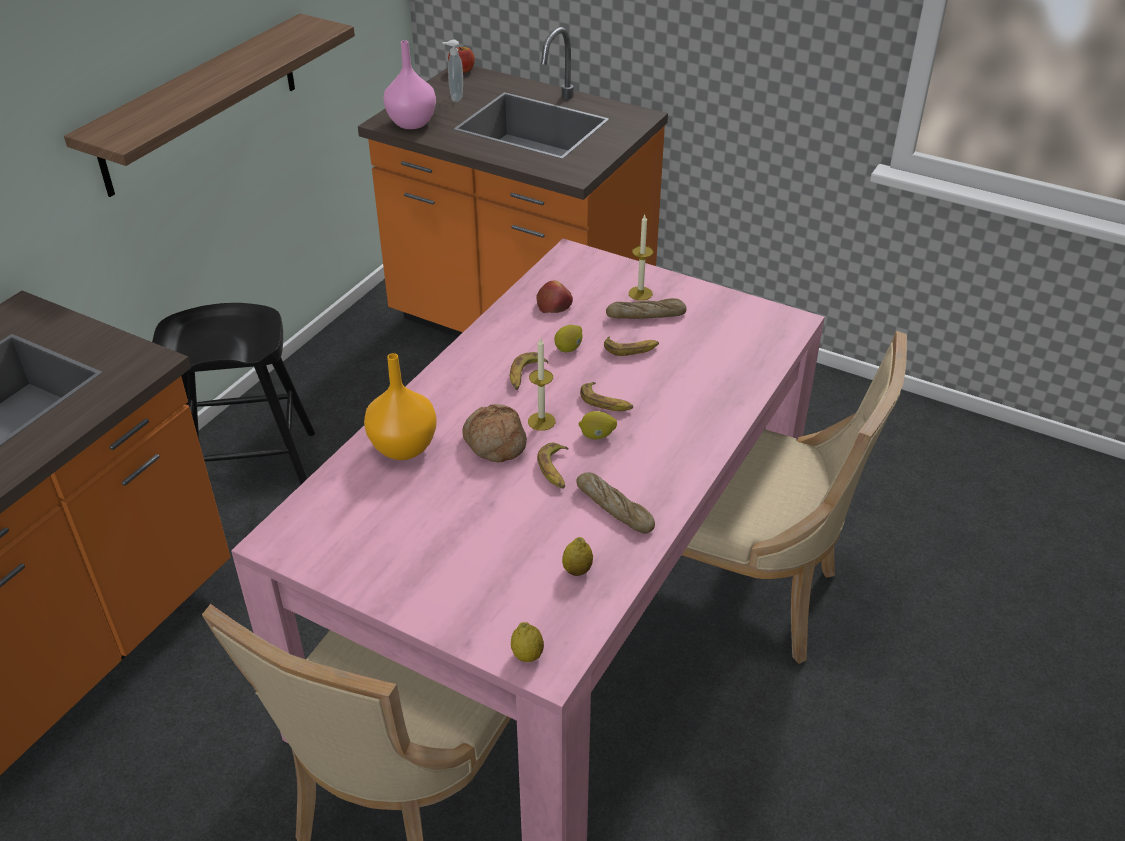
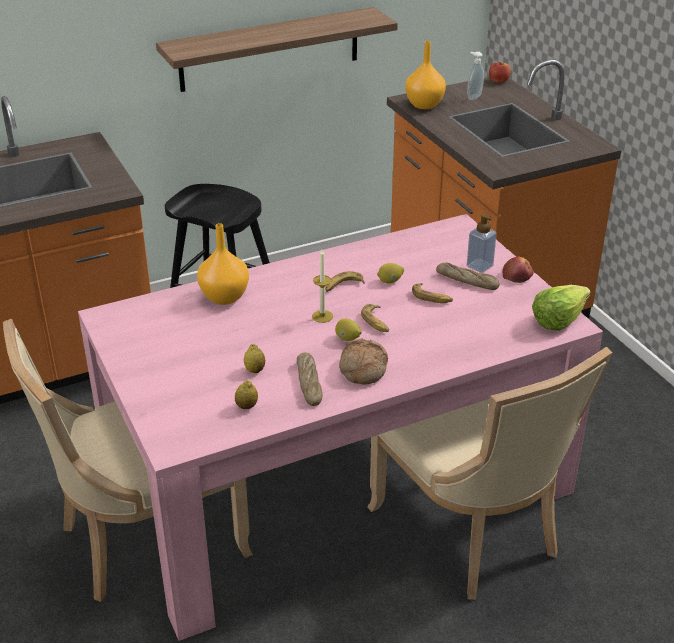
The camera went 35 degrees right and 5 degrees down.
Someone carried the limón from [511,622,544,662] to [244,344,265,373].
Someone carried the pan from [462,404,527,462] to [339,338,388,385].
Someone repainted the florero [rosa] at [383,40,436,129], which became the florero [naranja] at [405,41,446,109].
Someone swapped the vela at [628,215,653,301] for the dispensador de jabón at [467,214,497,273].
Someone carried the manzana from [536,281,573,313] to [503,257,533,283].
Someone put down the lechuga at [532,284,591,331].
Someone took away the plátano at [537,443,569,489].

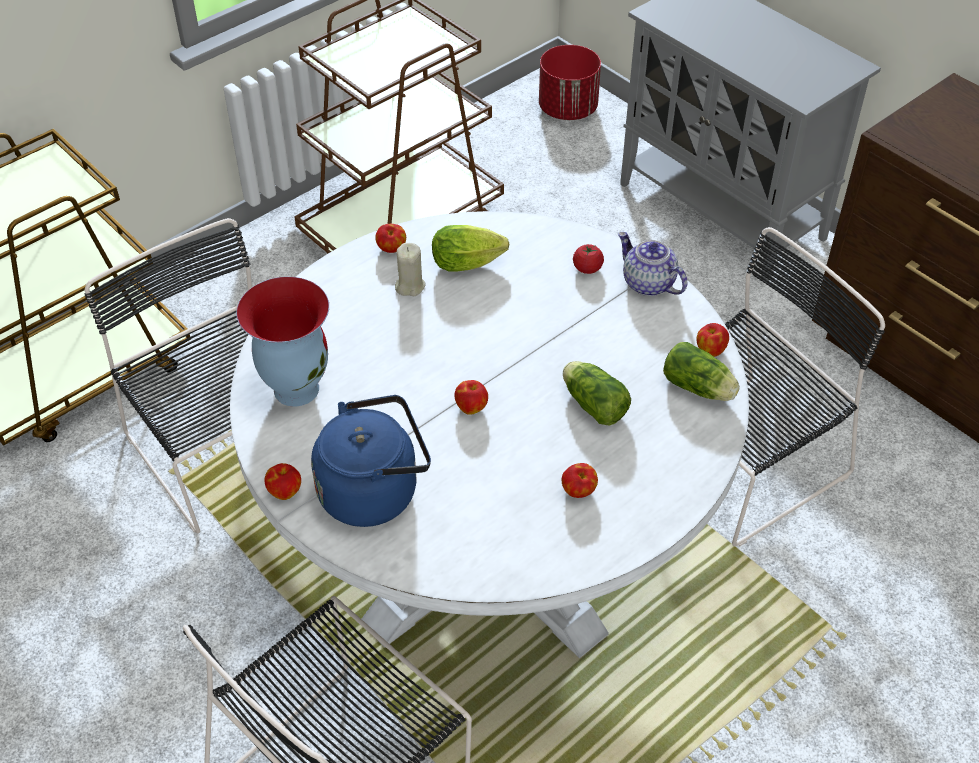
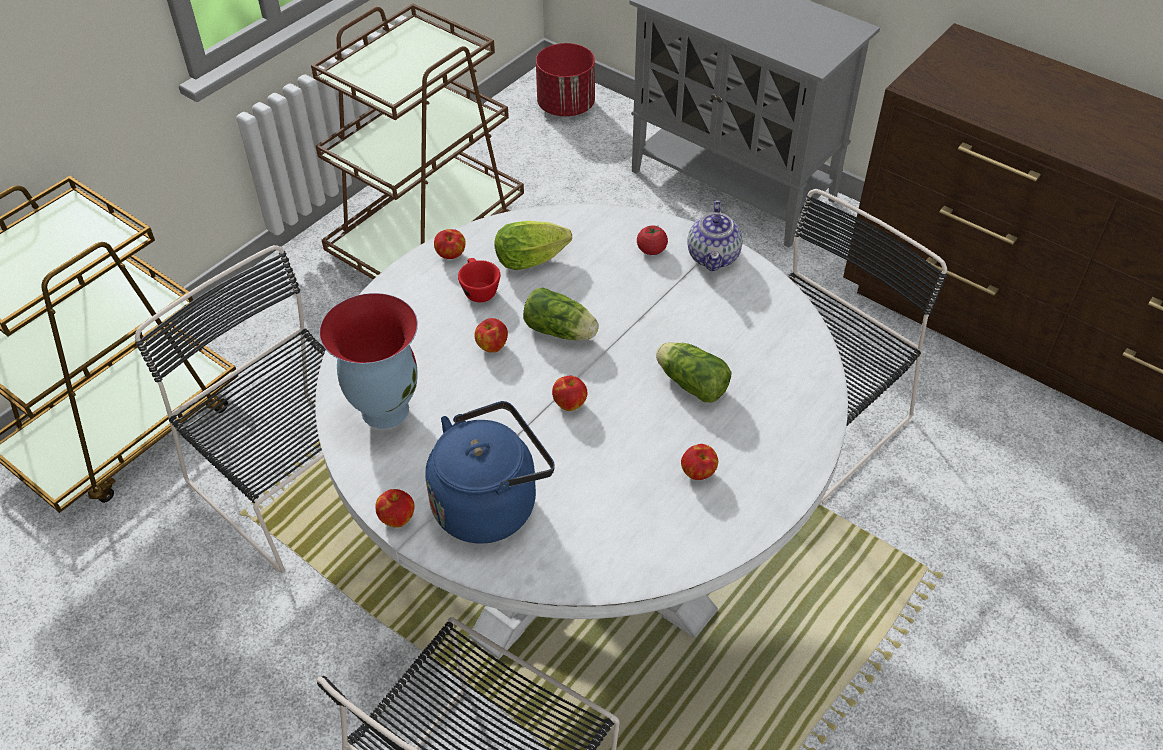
The camera went 10 degrees left and 0 degrees up.
Someone swapped the vela [beis] at [395,243,426,296] for the taza [rojo] at [458,258,500,302].
Someone carried the manzana from [697,323,729,357] to [475,318,508,353].
Someone carried the lechuga from [663,342,740,401] to [523,288,599,340].
Someone rotated the tetera at [618,232,687,296] by 120 degrees counterclockwise.

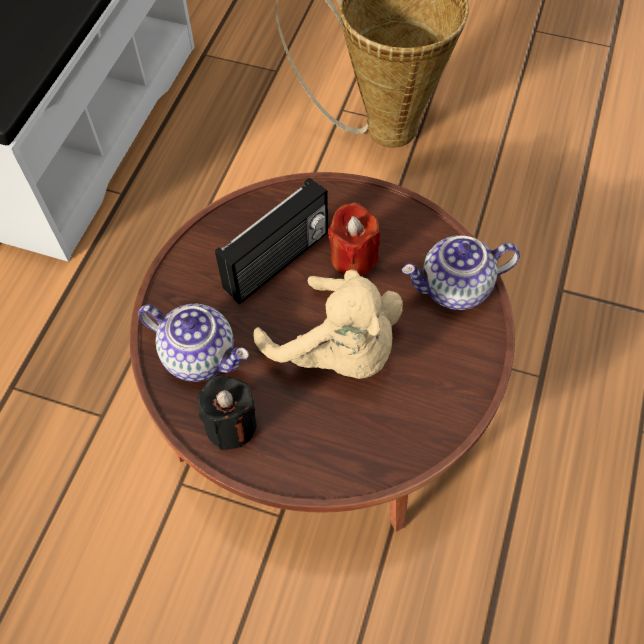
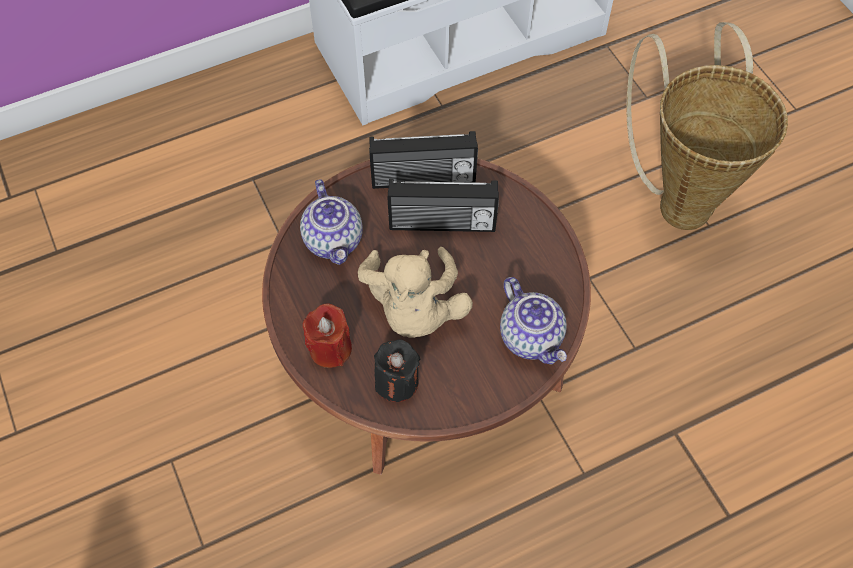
The camera went 45 degrees right and 0 degrees up.
Someone carried the vela [rojo] from [328,202,380,276] to [303,303,352,368].
Someone put down the radio at [369,131,478,189].
Someone carried the vela [negro] from [197,375,256,450] to [374,339,421,402].
Someone rotated the tetera at [402,235,520,310] by 150 degrees counterclockwise.

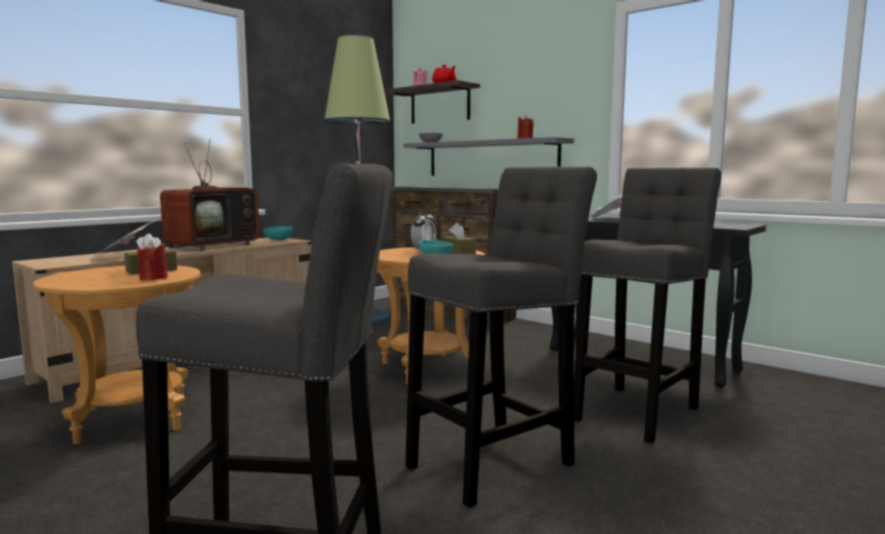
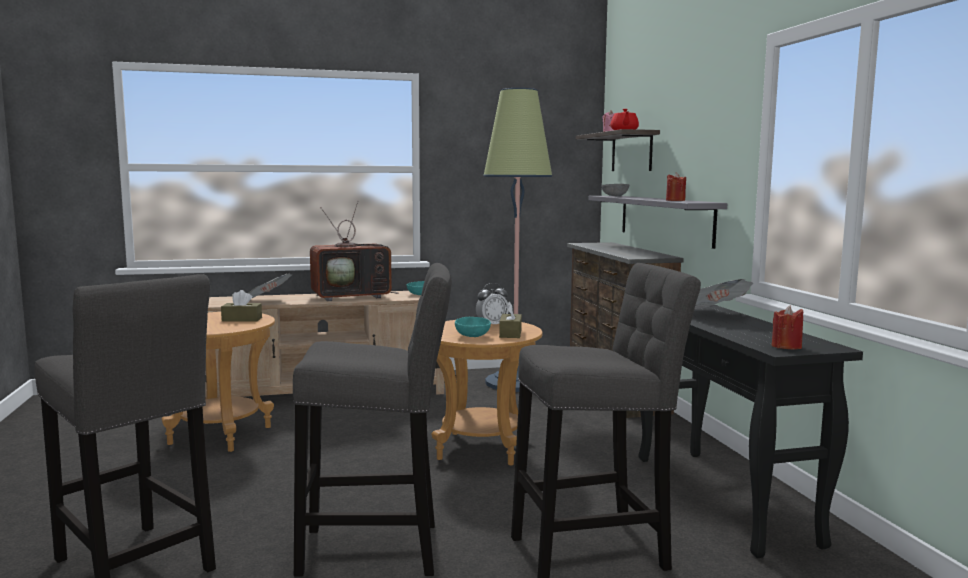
The camera went 35 degrees right and 0 degrees up.
Someone carried the vela [rojo] from [138,241,168,280] to [772,306,803,349].

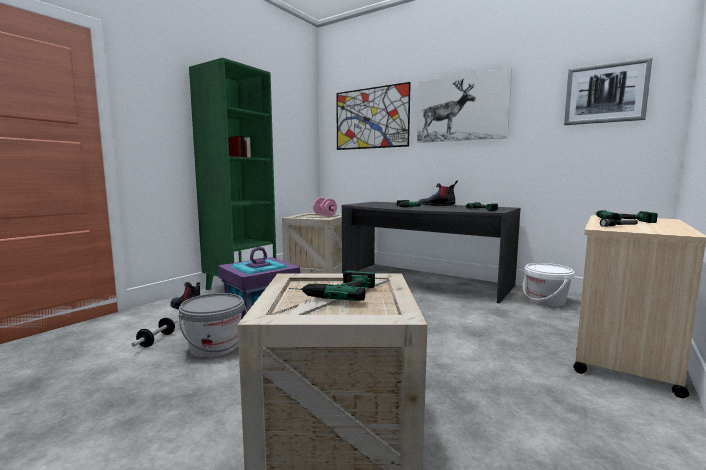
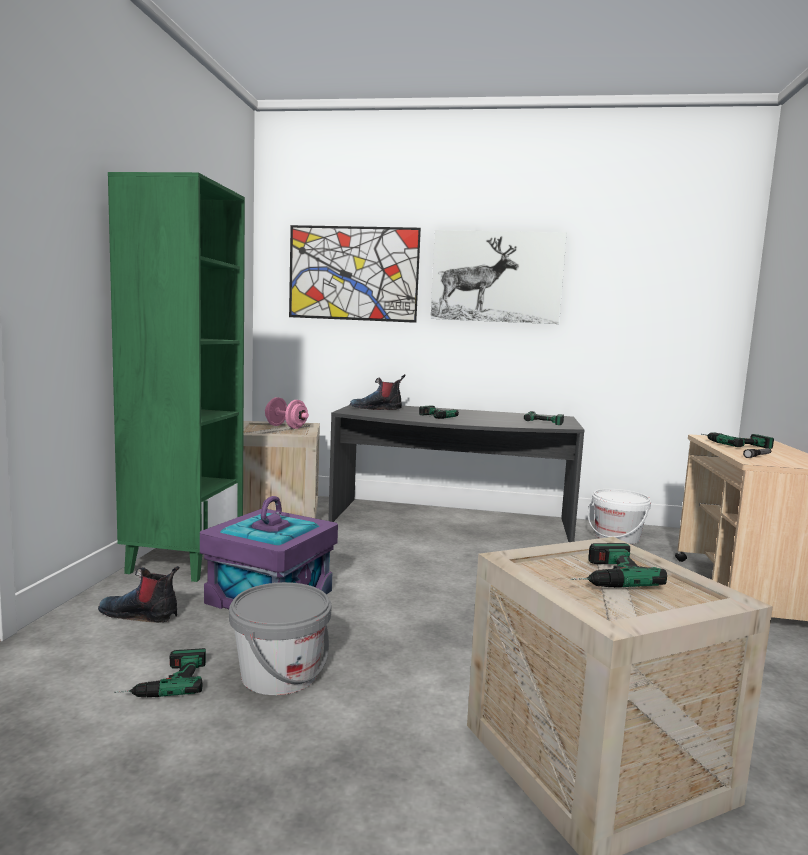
The camera went 25 degrees left and 0 degrees up.
Someone swapped the mancuerna at [131,318,178,347] for the taladro at [114,648,206,697].
Someone carried the bota from [419,180,458,206] to [350,374,406,410].
Someone took away the cuadro at [564,57,653,125].

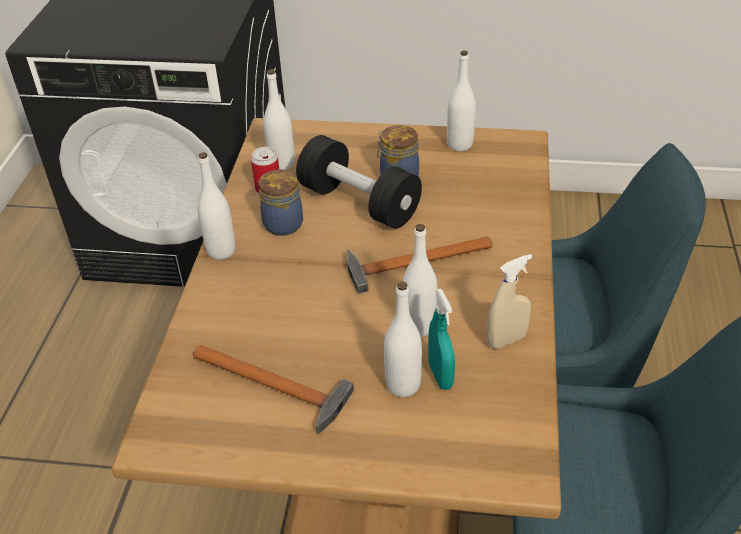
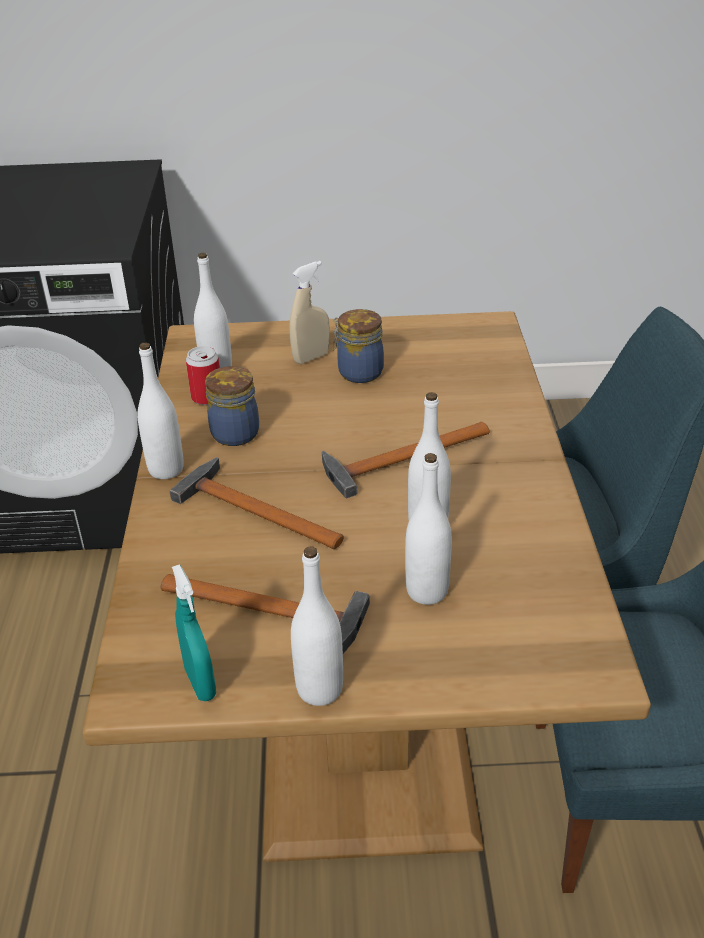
The camera went 10 degrees left and 5 degrees down.
Someone put down the martillo at [170,457,344,549].
Someone carried the pulverizador [turquesa] from [428,289,455,390] to [172,564,216,701].
Someone carried the pulverizador [beis] from [487,254,532,349] to [290,261,330,364].
Someone carried the botella [blanco] from [447,50,476,151] to [291,546,343,706].
Someone took away the mancuerna [negro] at [296,135,422,229].

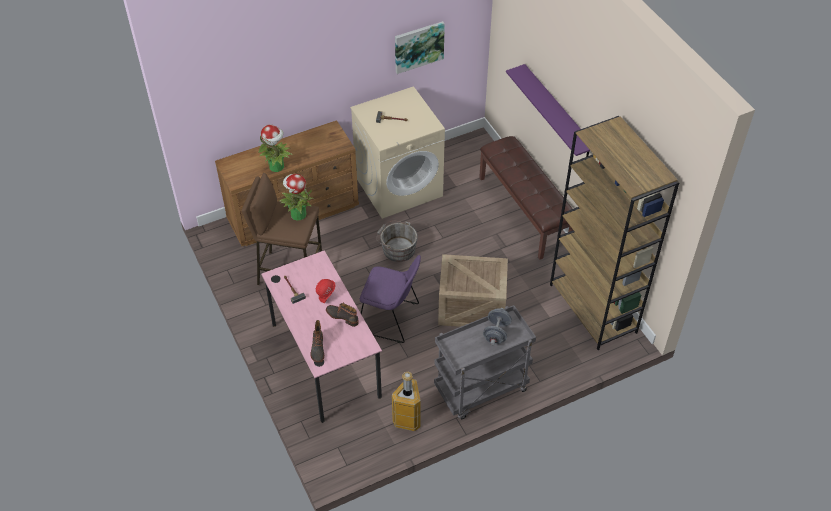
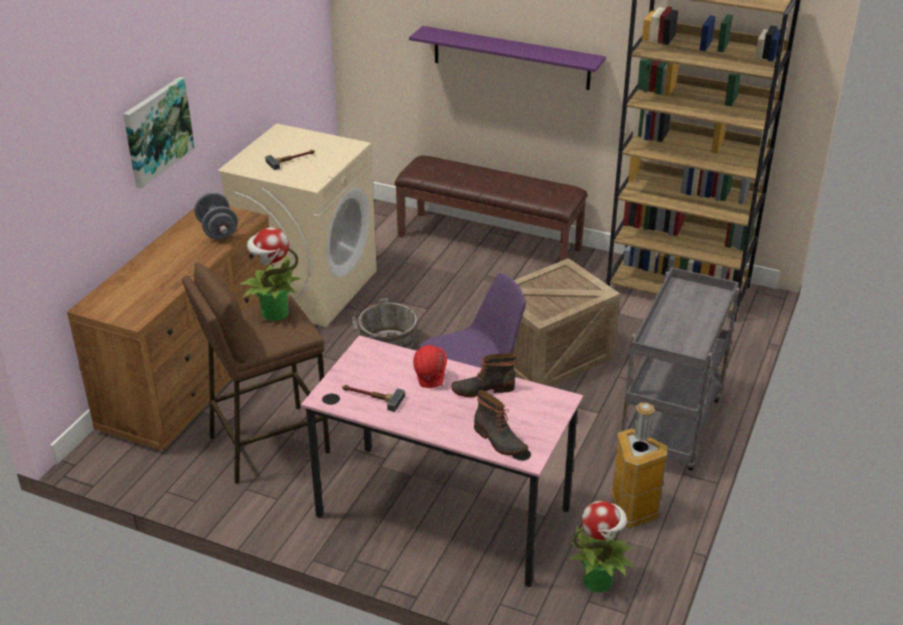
The camera went 40 degrees left and 15 degrees down.
Someone carried the cuadro from [395,21,445,74] to [123,77,195,188].
Someone carried the mancuerna [gris] from [483,308,512,345] to [194,192,238,240].
Someone carried the planta en maceta from [258,124,293,172] to [569,501,634,593].

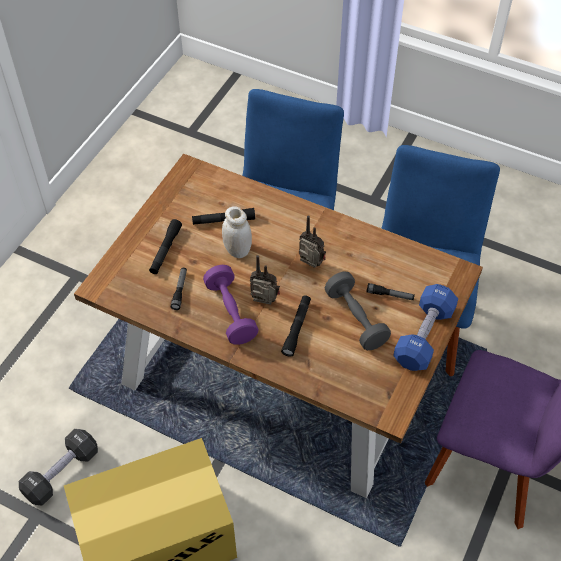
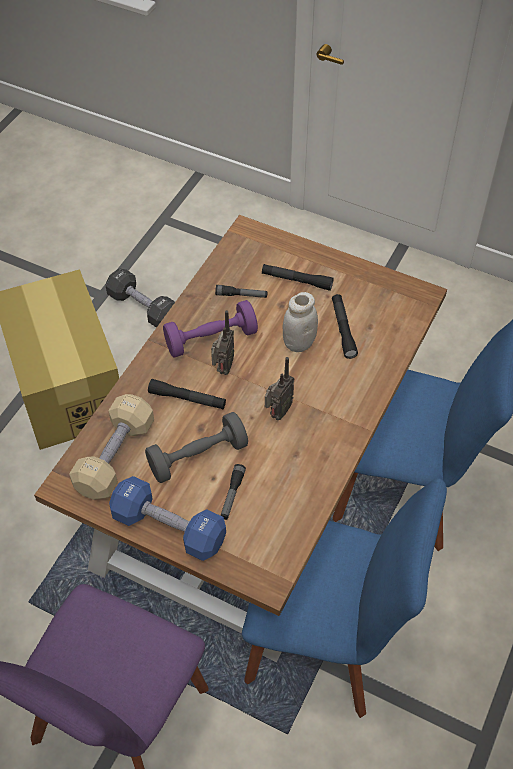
The camera went 90 degrees right and 0 degrees up.
Someone put down the mancuerna [beis] at [69,394,154,500].

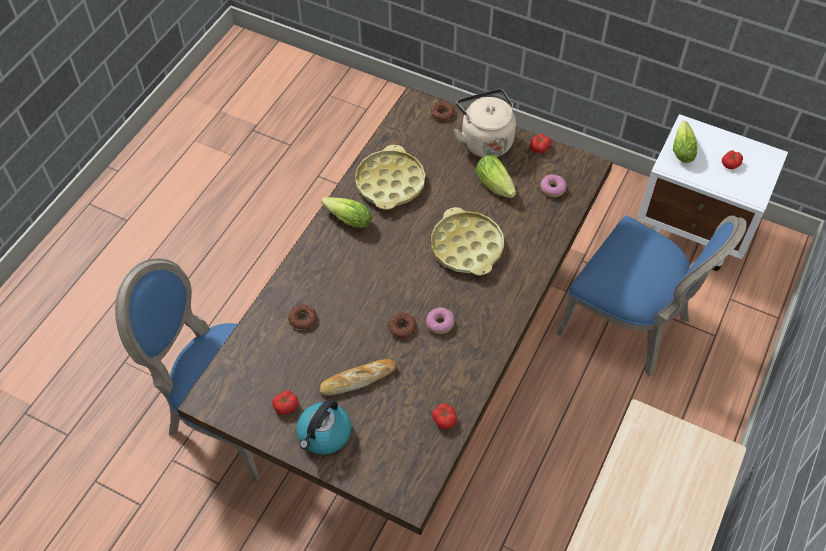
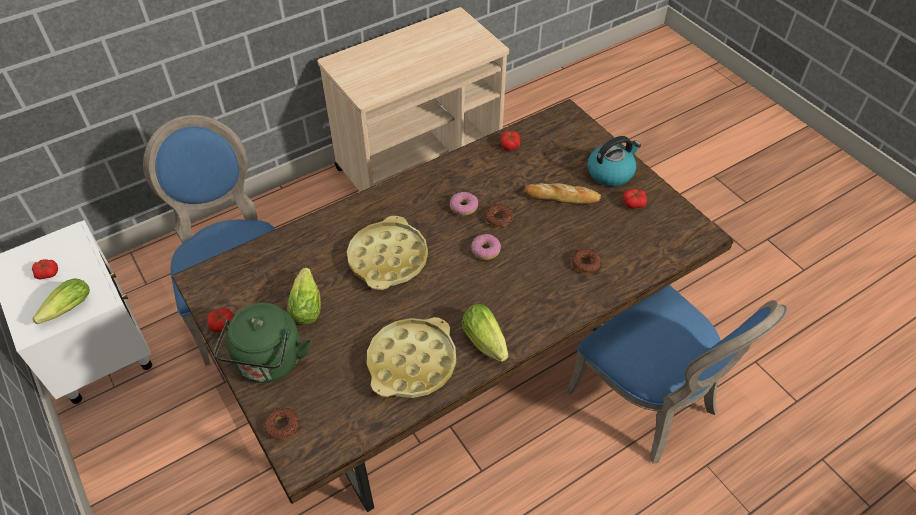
The camera went 150 degrees left and 5 degrees down.
Someone repainted the hervidor [beis] at [454,89,516,158], which became the hervidor [verde] at [213,303,311,383].
Someone carried the rosquilla from [541,174,567,197] to [471,234,501,260].

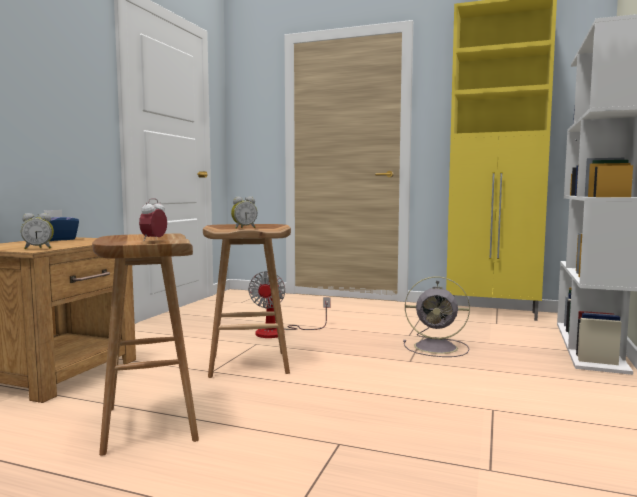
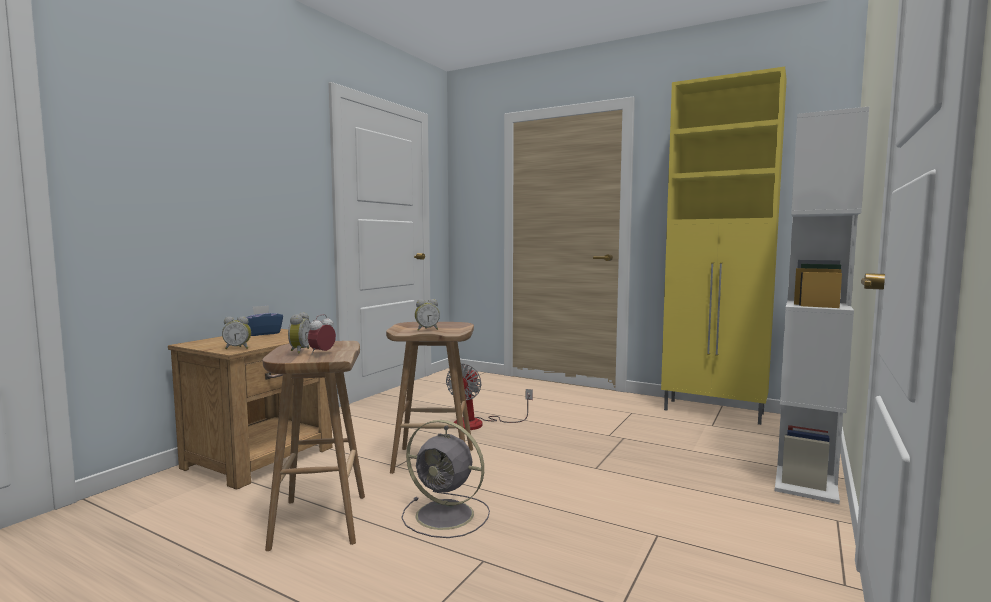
The camera went 10 degrees right and 0 degrees up.
Someone put down the despertador at [288,312,310,354].
Someone carried the ventilador [gris] from [403,276,470,357] to [401,420,490,538].

